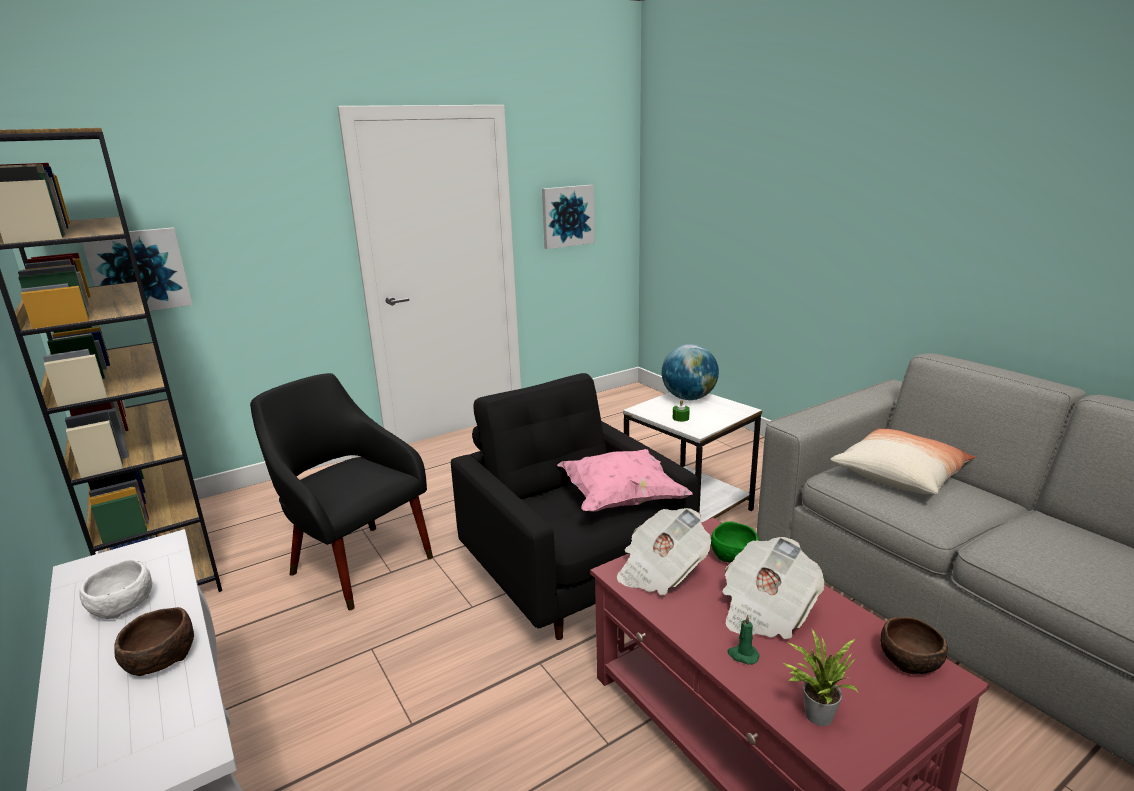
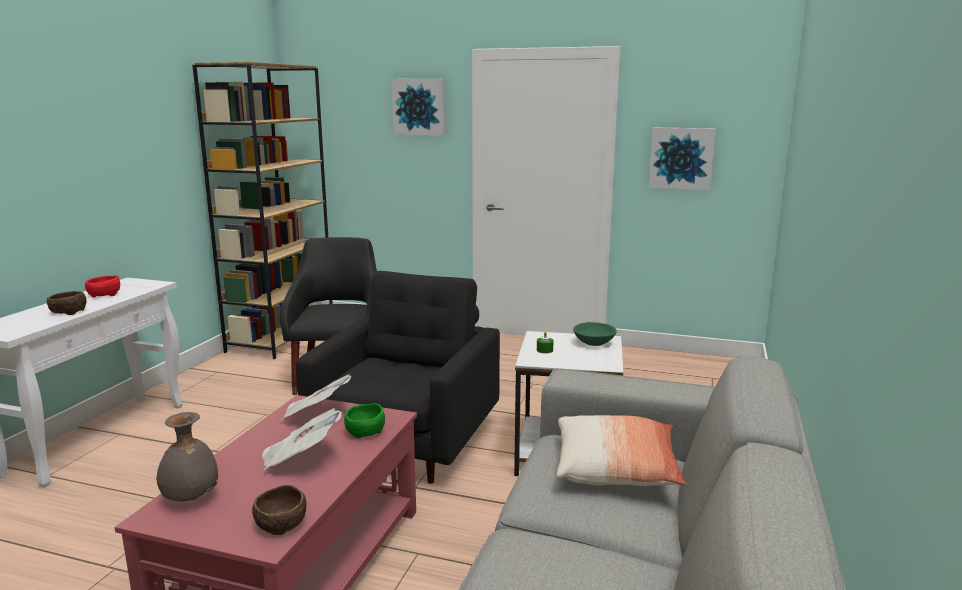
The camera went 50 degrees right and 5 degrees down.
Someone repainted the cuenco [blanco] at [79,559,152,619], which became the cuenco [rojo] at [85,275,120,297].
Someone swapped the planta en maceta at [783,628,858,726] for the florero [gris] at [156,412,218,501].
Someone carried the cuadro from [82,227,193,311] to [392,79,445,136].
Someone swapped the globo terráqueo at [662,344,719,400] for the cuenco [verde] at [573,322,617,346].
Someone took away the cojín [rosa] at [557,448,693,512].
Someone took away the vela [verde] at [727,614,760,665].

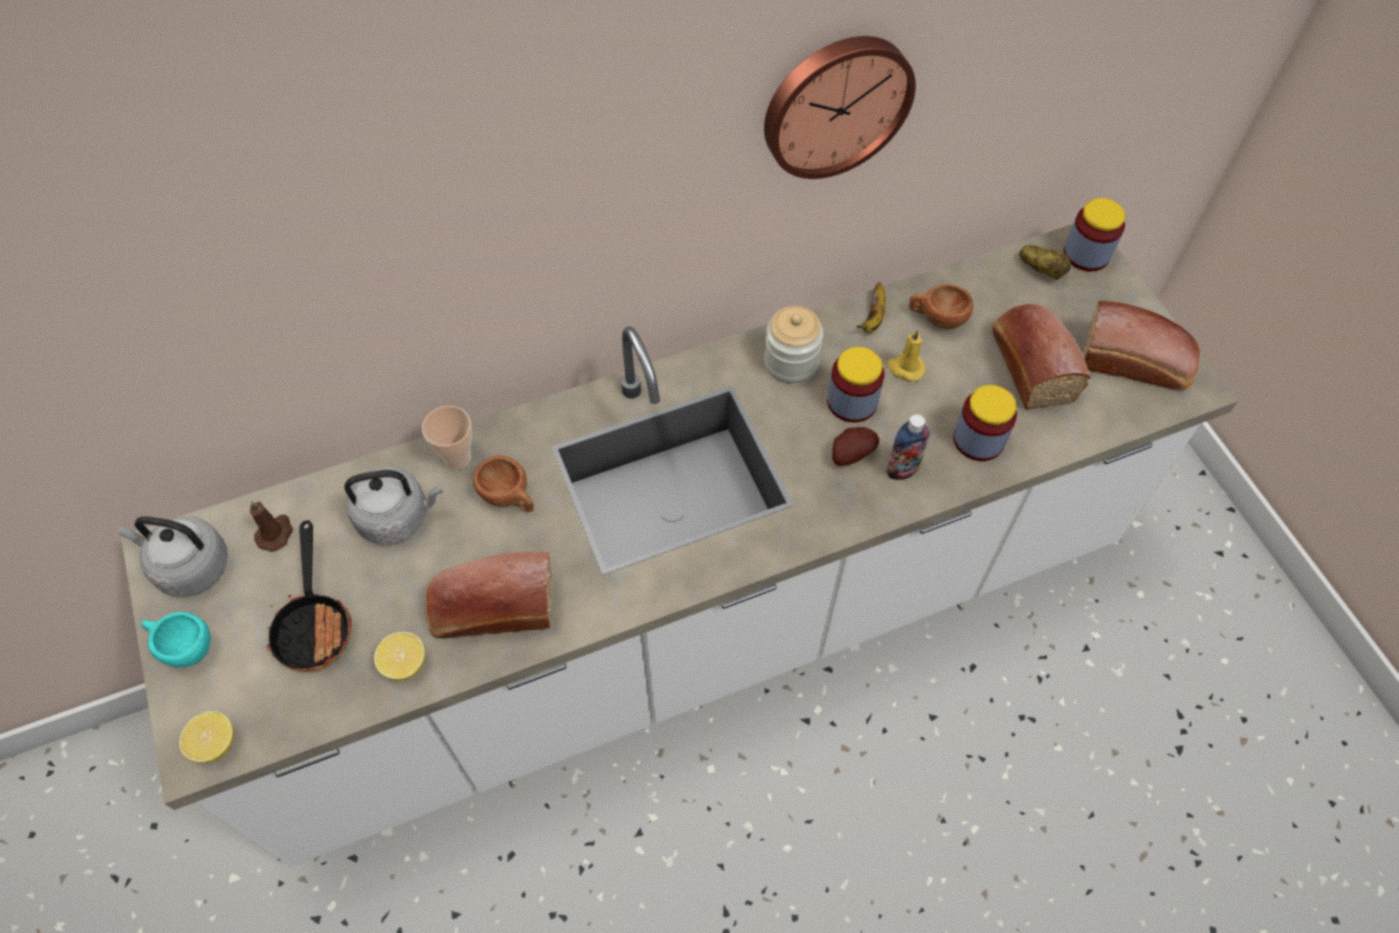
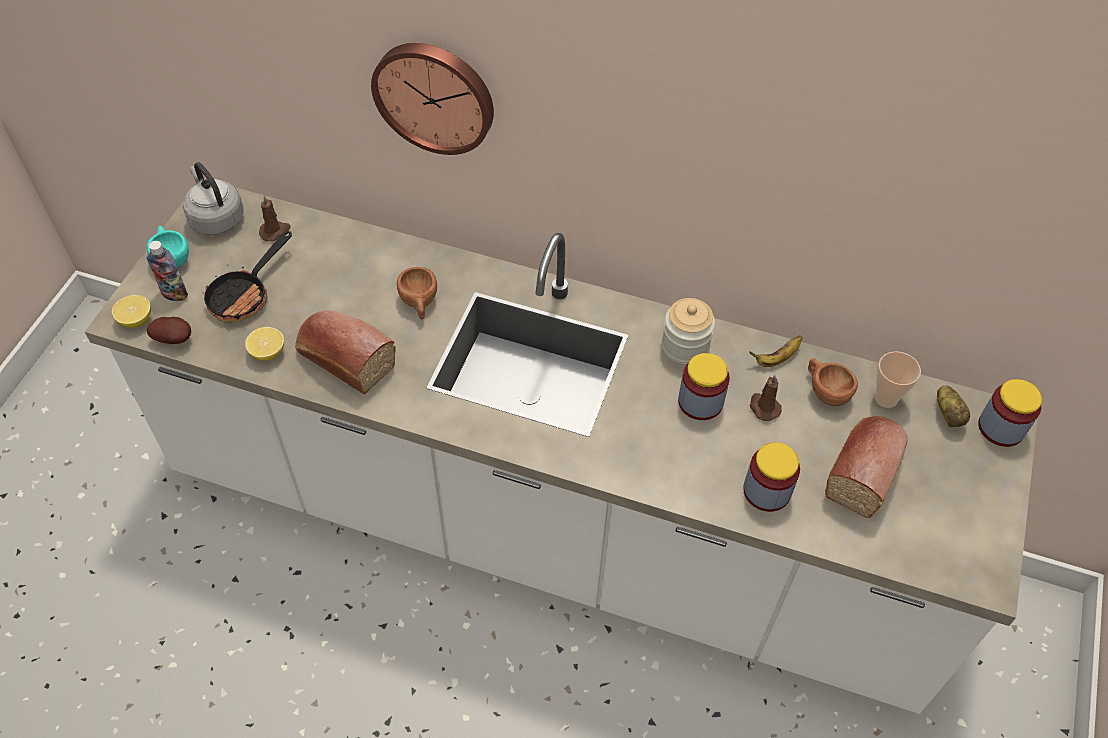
The camera went 40 degrees right and 5 degrees down.
Someone carried the botella from [886,414,931,480] to [147,241,188,301].
Someone carried the patata from [832,427,879,466] to [147,317,191,344].
Someone carried the reloj de pared from [764,36,916,179] to [371,43,494,155].
Someone repainted the vela [amarillo] at [887,330,926,382], which became the vela [marrón] at [750,375,782,421].
Someone carried the taza from [422,406,472,470] to [874,351,921,408].
Someone took away the hervidor [gris] at [344,467,443,544].
Someone took away the pan at [1083,301,1200,390].

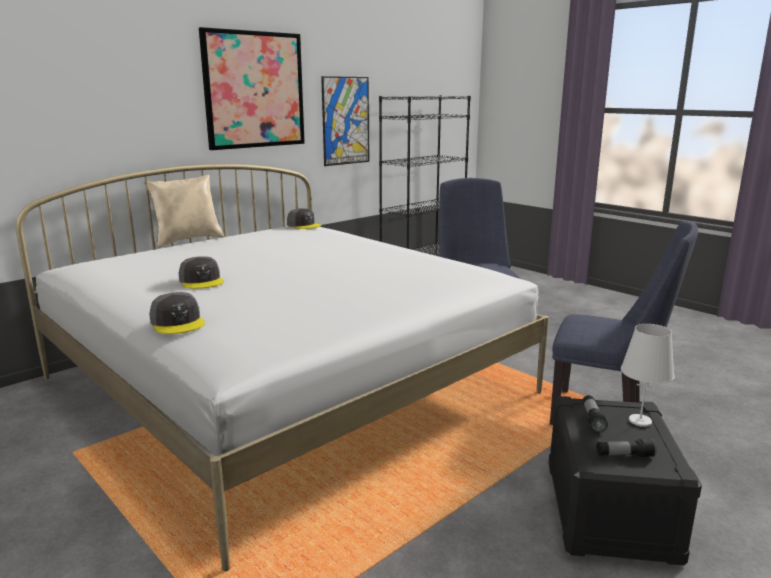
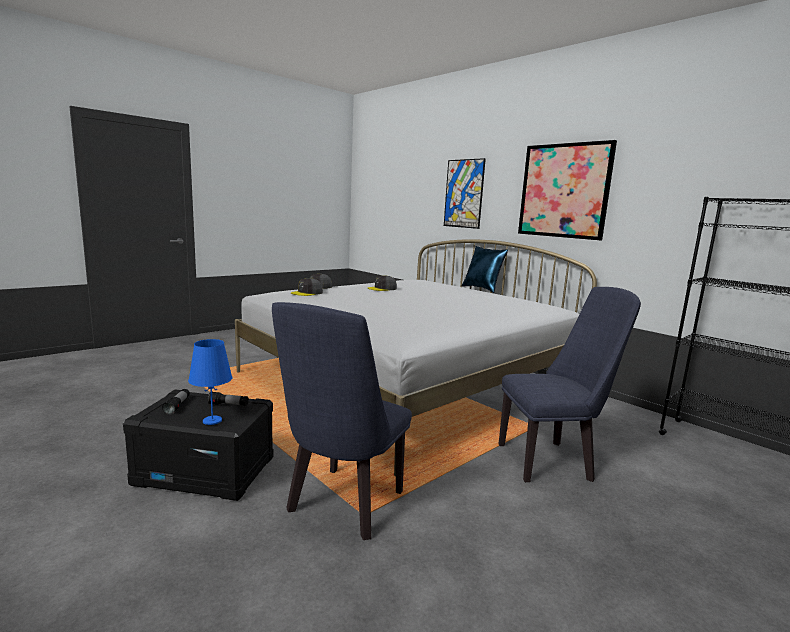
The camera went 90 degrees right and 5 degrees down.
Someone repainted the lámpara de mesa [blanco] at [621,324,675,427], which became the lámpara de mesa [azul] at [188,339,233,425].
Someone carried the gorra [gris] from [287,208,321,229] to [291,278,323,296].
Someone carried the cuadro from [321,76,369,166] to [444,158,486,229].
Someone repainted the cojín [beis] at [144,175,225,247], which became the cojín [azul] at [462,246,508,293].

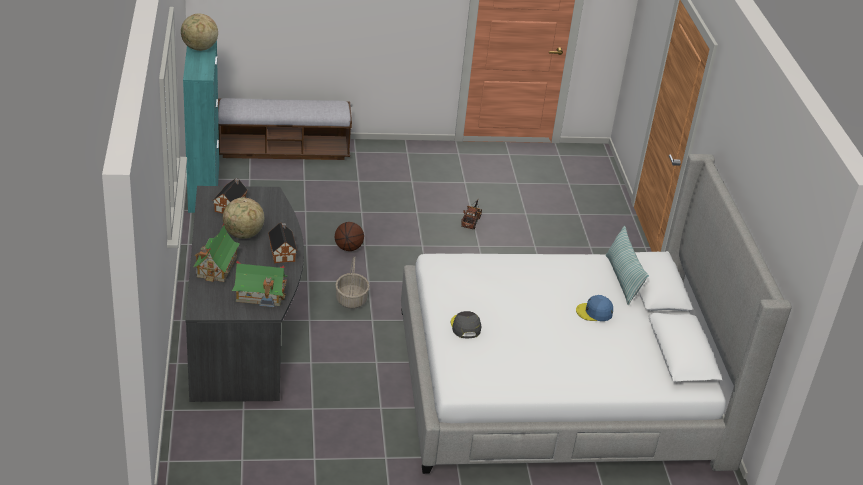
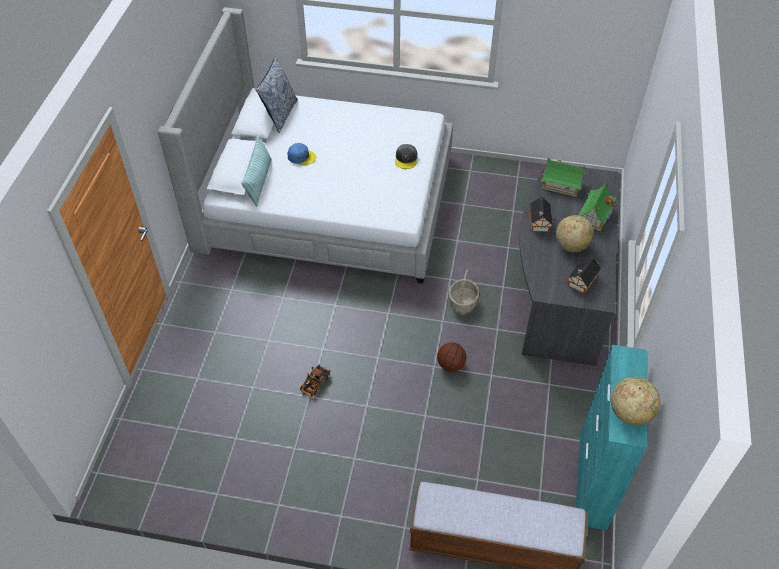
The camera went 160 degrees left and 15 degrees up.
Someone put down the cojín at [256,56,298,133].

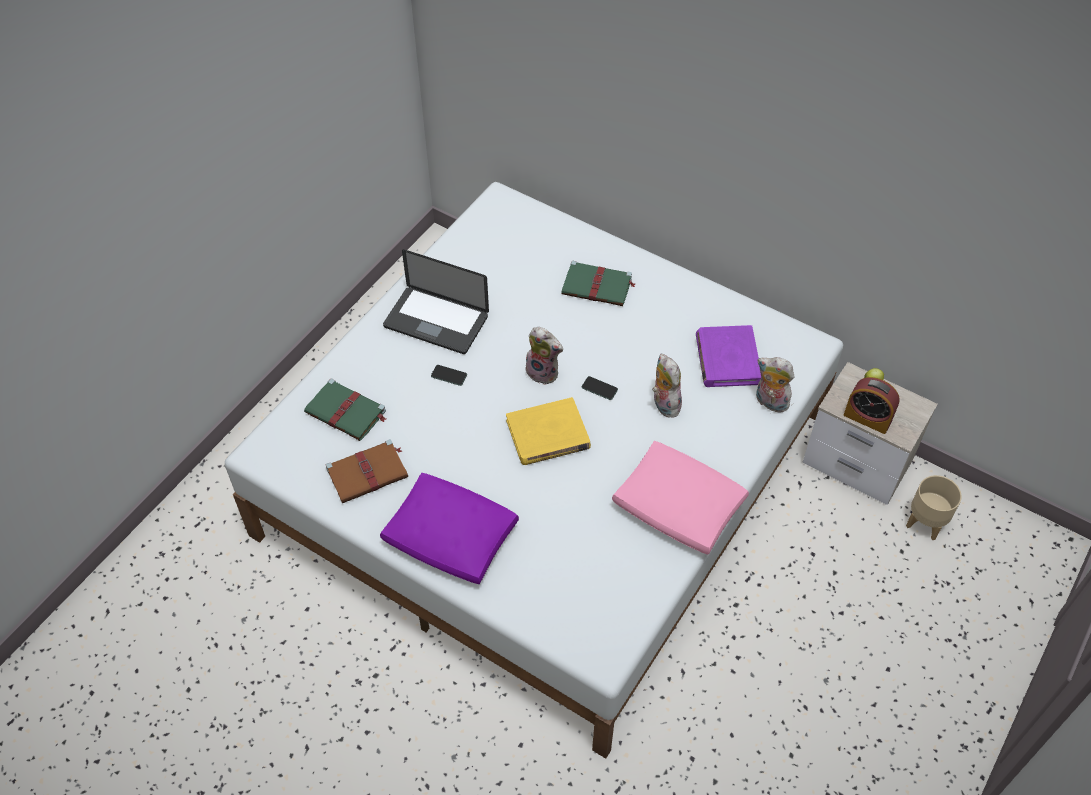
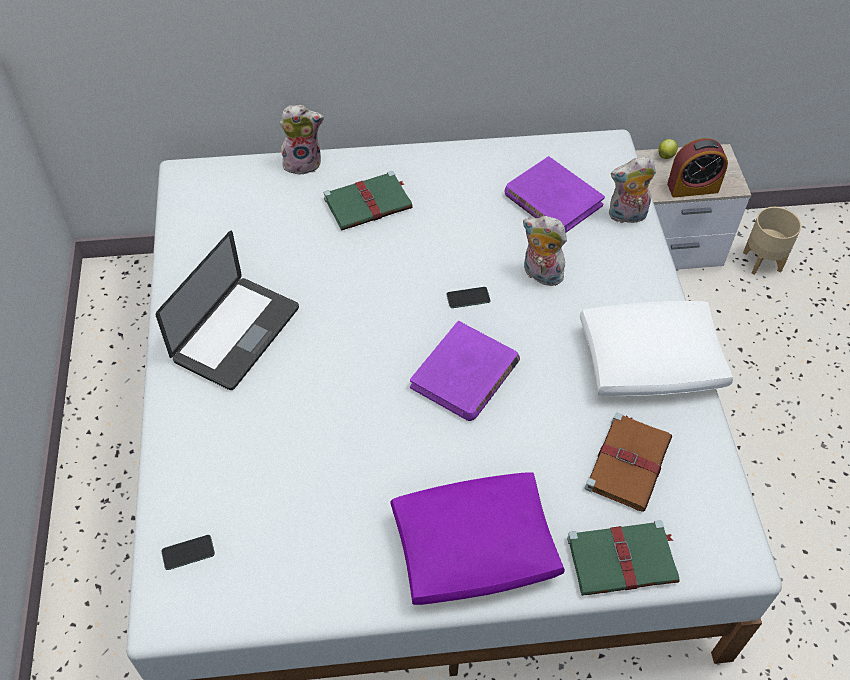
The camera went 40 degrees left and 0 degrees up.
Someone rotated the portátil at [383,249,489,354] by 45 degrees counterclockwise.
Someone carried the móvil from [431,365,467,386] to [161,535,215,570].
Someone carried the peluche from [525,327,563,385] to [279,105,324,175].
Someone repainted the libro [amarillo] at [506,397,591,465], which became the libro [morado] at [410,321,520,421].
Someone carried the libro [verde] from [304,378,386,441] to [567,520,680,596].
Someone repainted the cojín [rosa] at [612,441,749,555], which became the cojín [blanco] at [580,301,733,396].
Someone carried the libro [marrón] from [326,439,408,503] to [585,413,672,512].

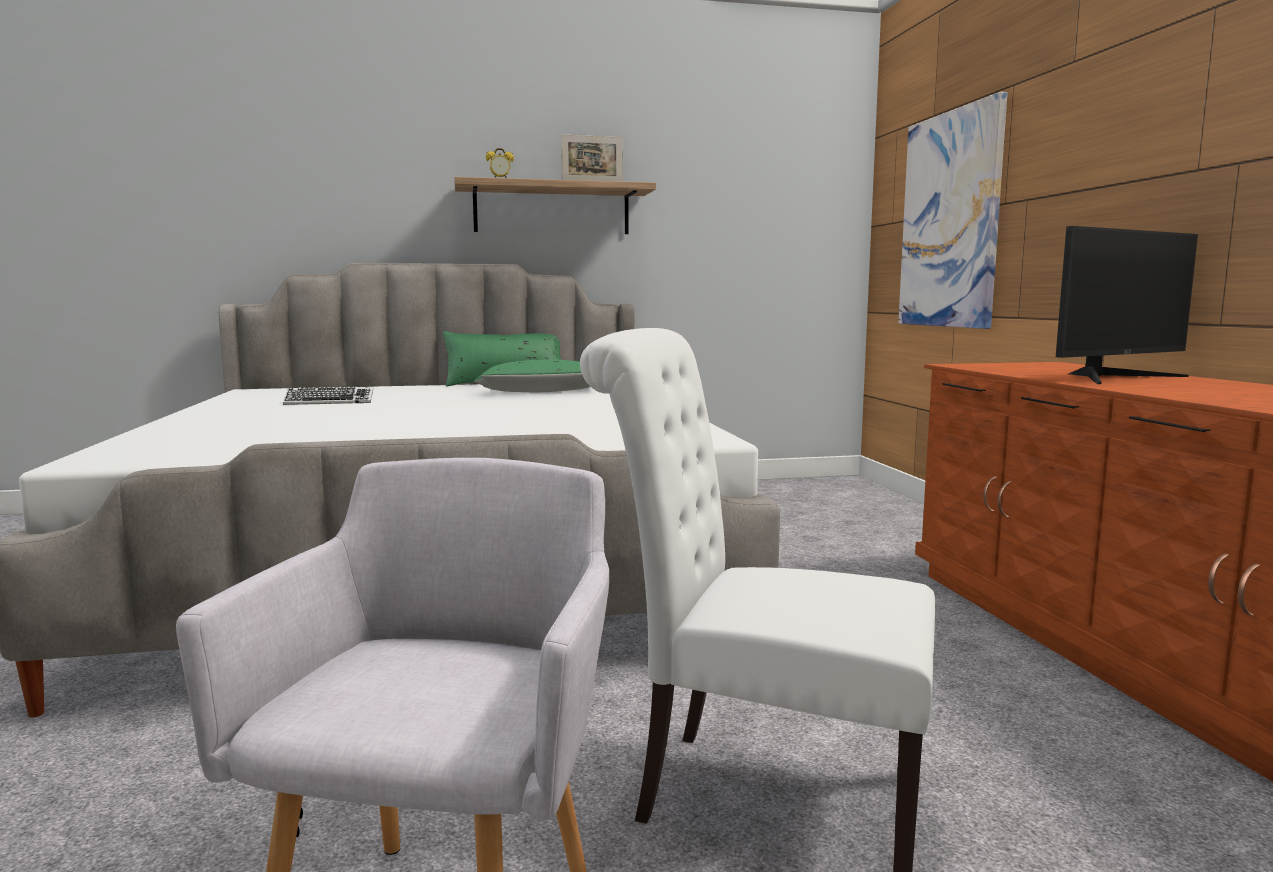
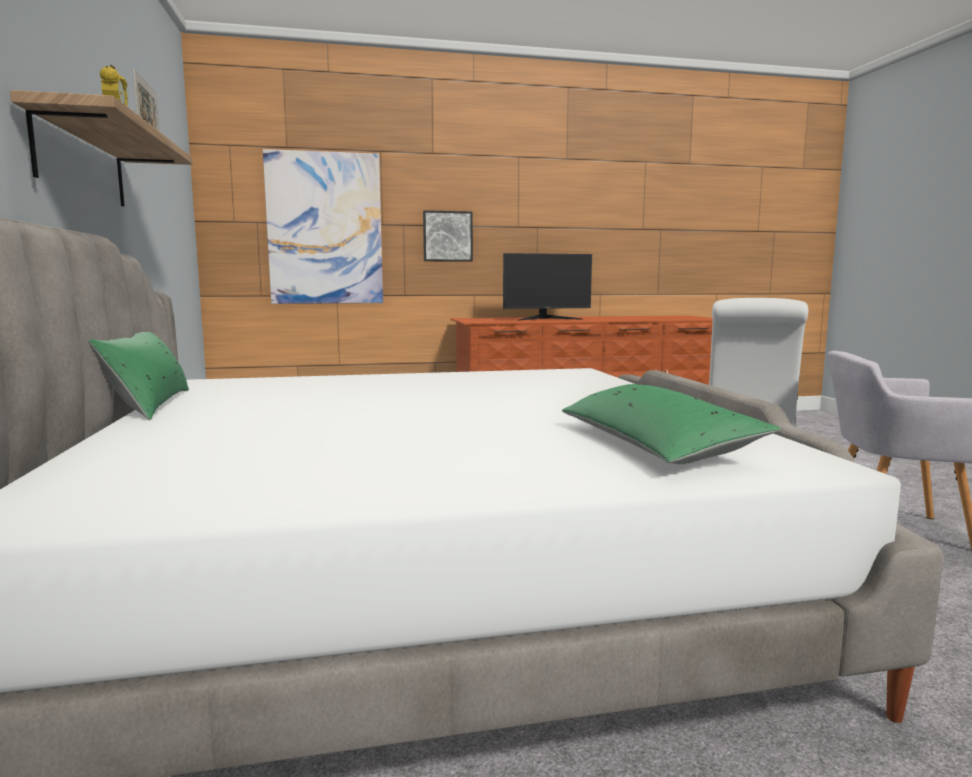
The camera went 90 degrees left and 0 degrees up.
Someone put up the cuadro at [423,210,473,262].
Someone rotated the monitor at [1056,226,1198,384] by 105 degrees clockwise.
Someone carried the cojín [verde] from [474,360,590,392] to [562,384,781,464].
Someone took away the teclado at [283,386,374,405].

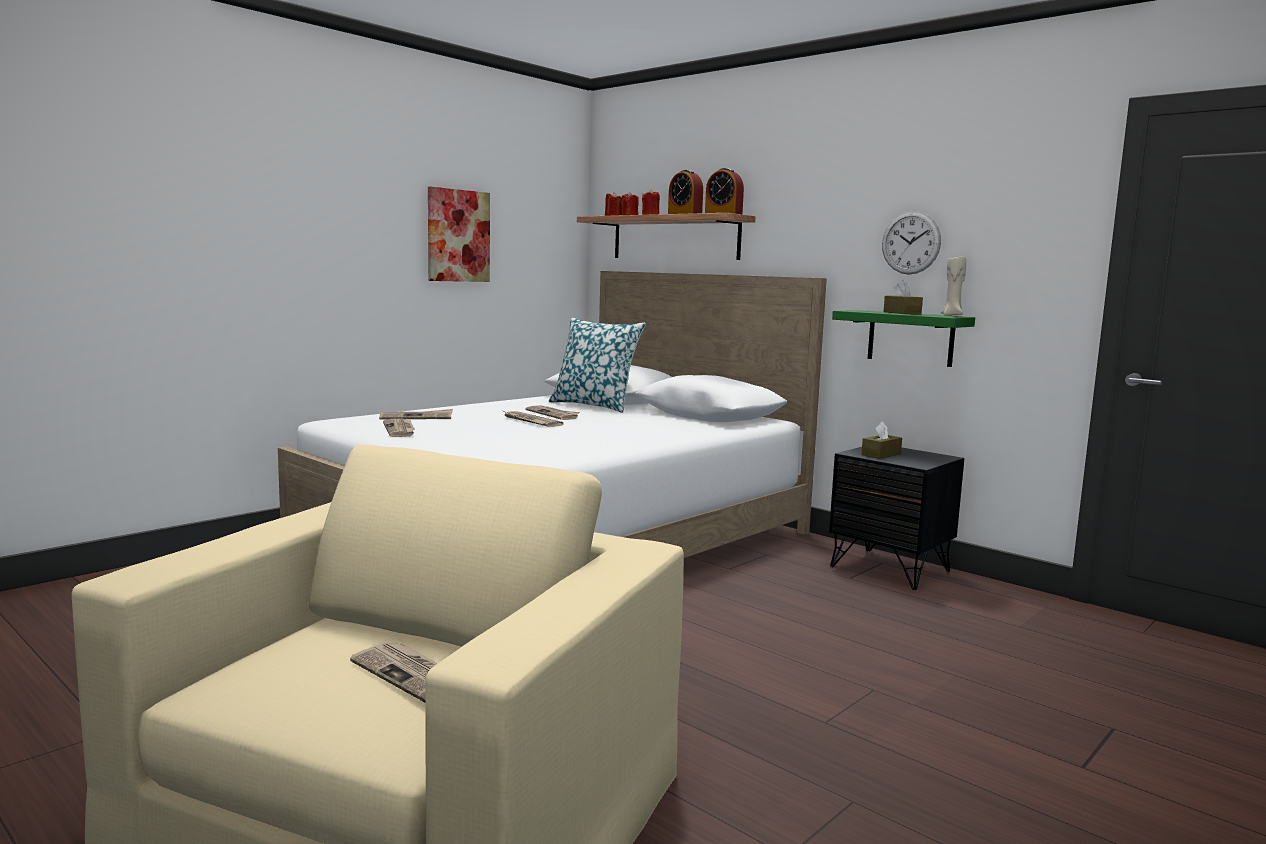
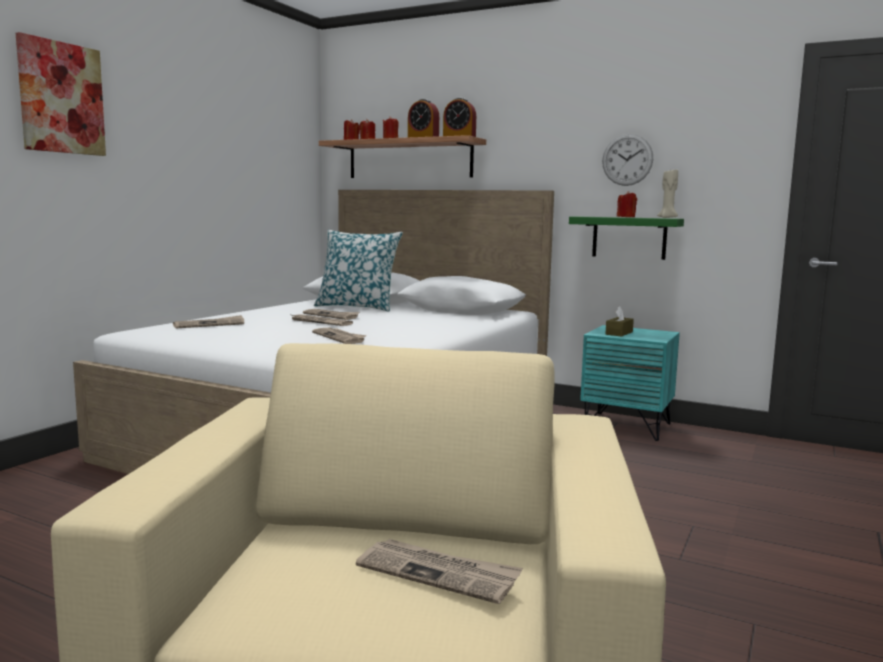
The camera went 15 degrees left and 0 degrees up.
Someone carried the cuadro from [428,186,490,282] to [16,32,106,156].
Someone carried the periódico from [383,419,415,437] to [312,328,367,344].
Someone repainted the mesita de noche [negro] at [829,447,964,590], which became the mesita de noche [turquesa] at [580,325,680,441].
Someone swapped the caja de pañuelos [marrón] at [884,280,923,315] for the vela [rojo] at [617,191,637,217].

